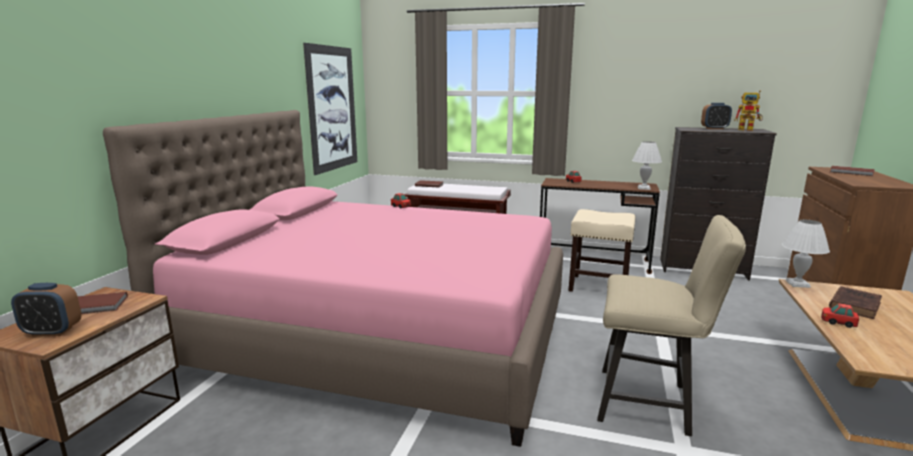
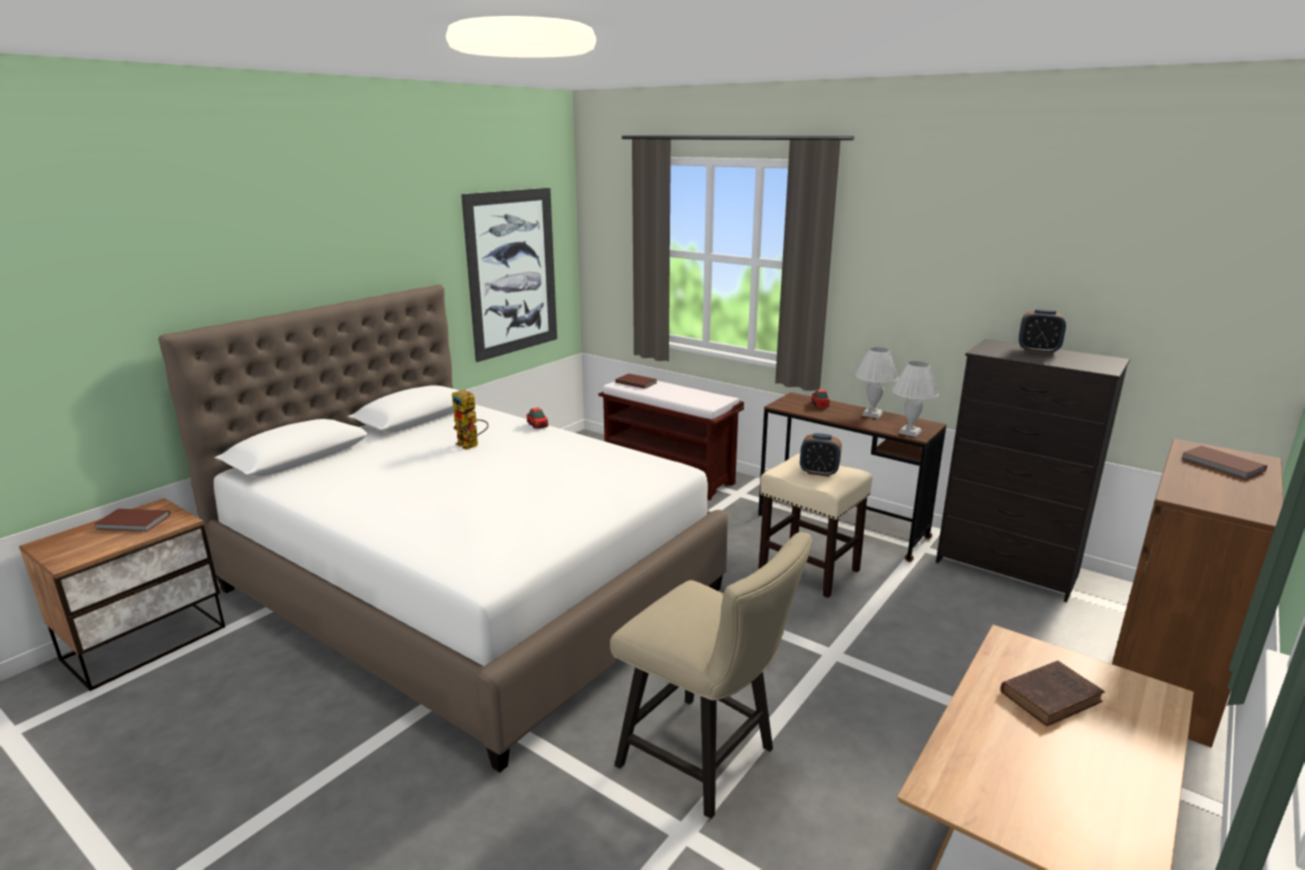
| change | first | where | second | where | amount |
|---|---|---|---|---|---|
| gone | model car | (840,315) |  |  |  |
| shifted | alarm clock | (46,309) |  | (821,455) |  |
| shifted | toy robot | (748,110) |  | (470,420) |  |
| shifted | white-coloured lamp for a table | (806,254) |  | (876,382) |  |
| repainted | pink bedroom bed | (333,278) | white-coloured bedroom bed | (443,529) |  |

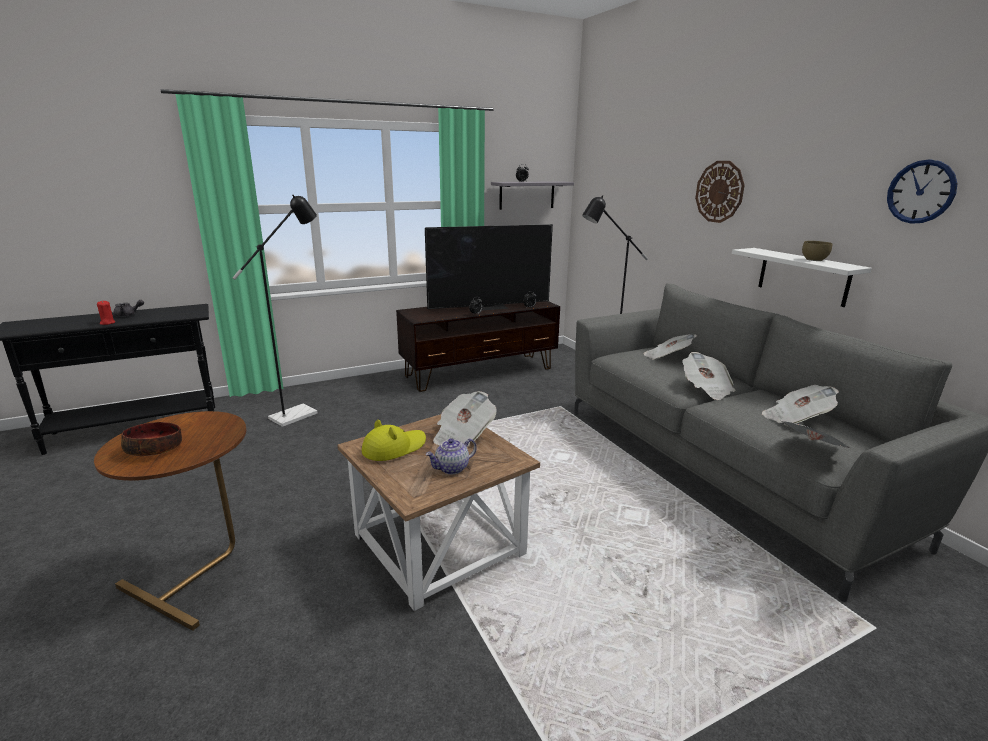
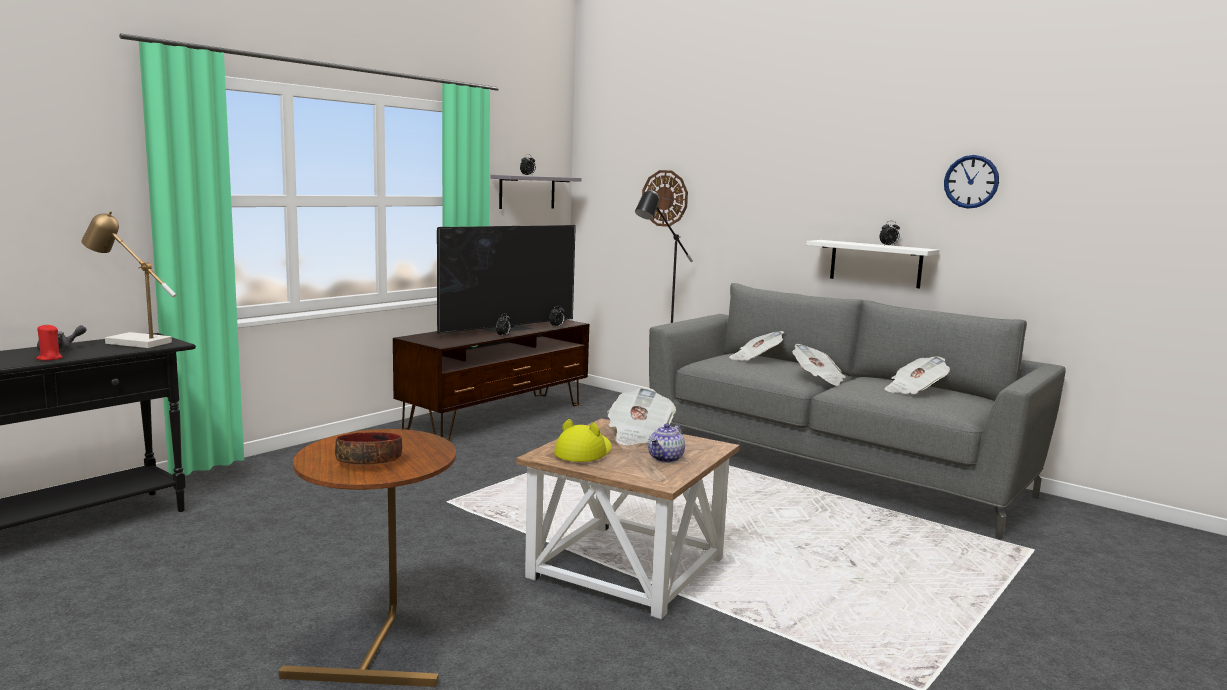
| change | first | where | second | where | amount |
|---|---|---|---|---|---|
| gone | black floor lamp | (275,311) |  |  |  |
| gone | printed paper | (813,433) |  |  |  |
| new |  |  | lamp for a table | (129,279) |  |
| shifted | clock on the wall | (720,192) |  | (665,198) |  |
| swapped | brown-coloured serving bowl | (817,251) | alarm clock | (890,233) |  |

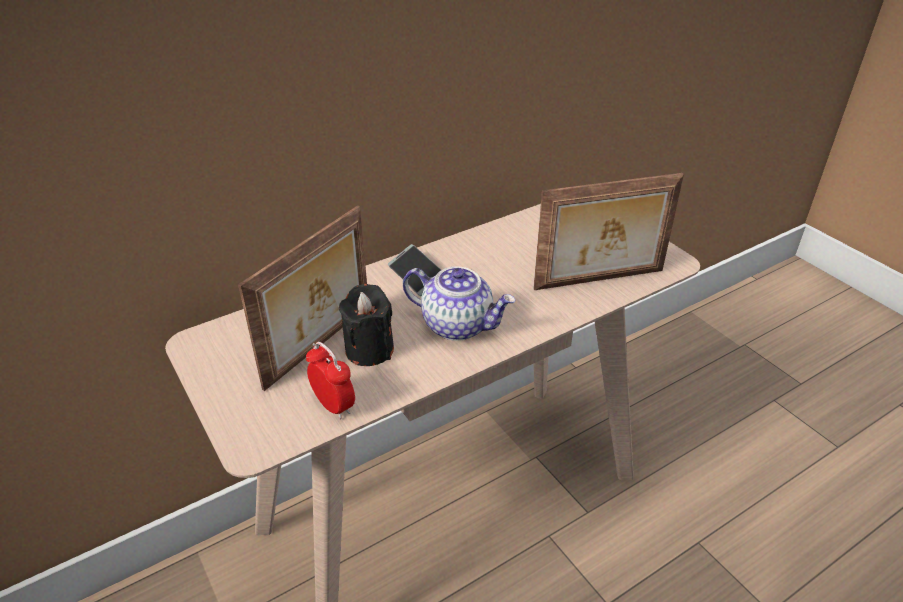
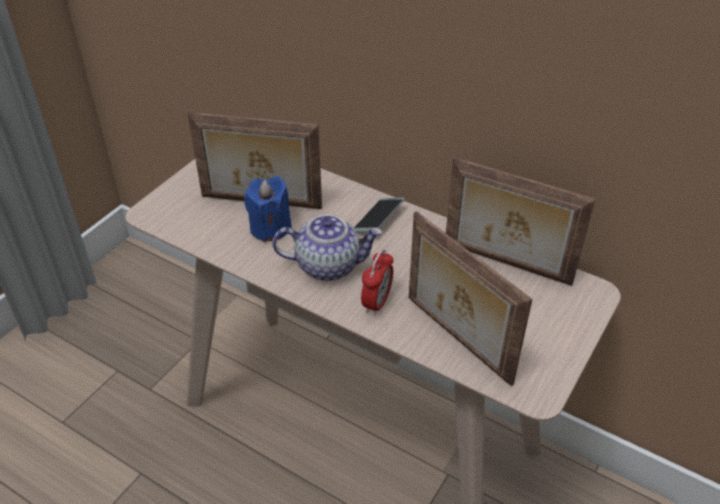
| change | first | where | second | where | amount |
|---|---|---|---|---|---|
| new |  |  | standing frame | (520,221) |  |
| shifted | alarm clock | (330,381) |  | (377,282) |  |
| repainted | black wax light | (366,325) | blue-coloured wax light | (268,209) |  |
| rotated | teapot | (459,303) |  | (327,247) | 90 degrees counterclockwise |

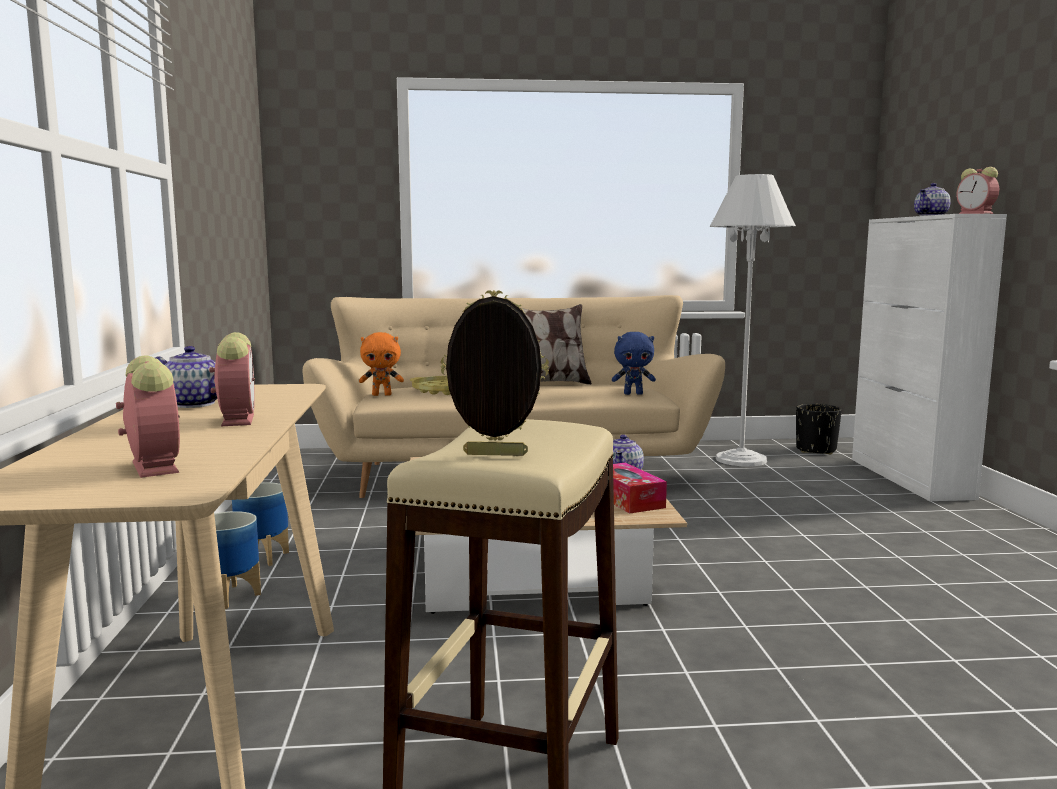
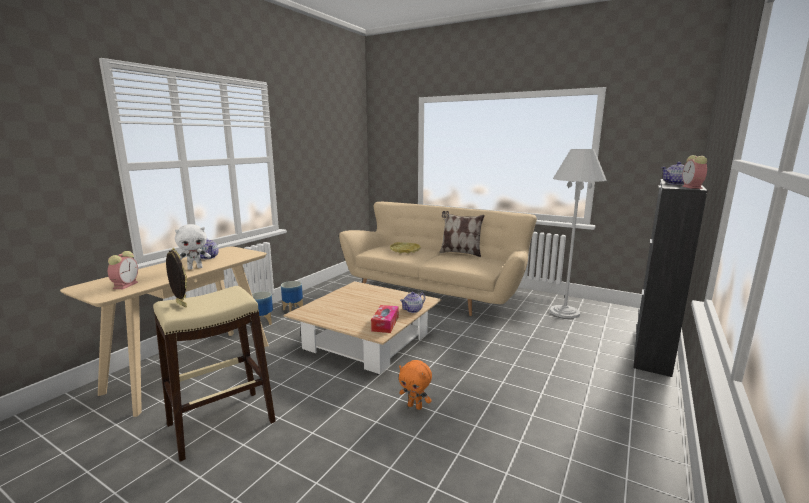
| change | first | where | second | where | amount |
|---|---|---|---|---|---|
| gone | blue-coloured soft toy | (634,363) |  |  |  |
| gone | black plant pot | (819,429) |  |  |  |
| shifted | orange-coloured soft toy | (381,364) |  | (415,385) |  |
| swapped | alarm clock | (232,379) | white-coloured soft toy | (193,247) |  |
| repainted | white-coloured storage cabinet | (929,357) | black storage cabinet | (670,278) |  |

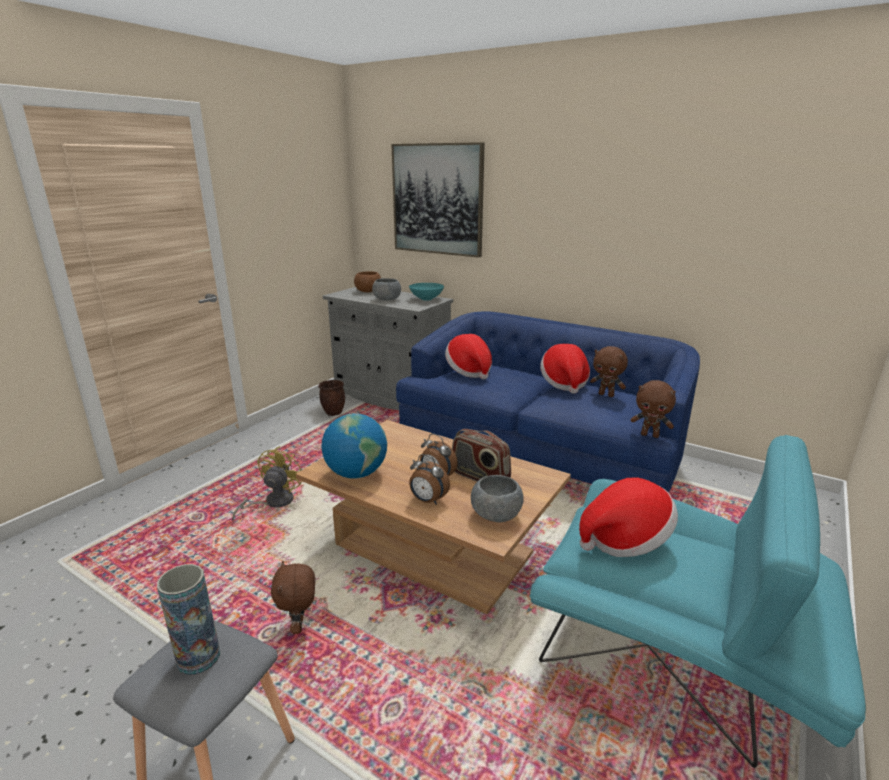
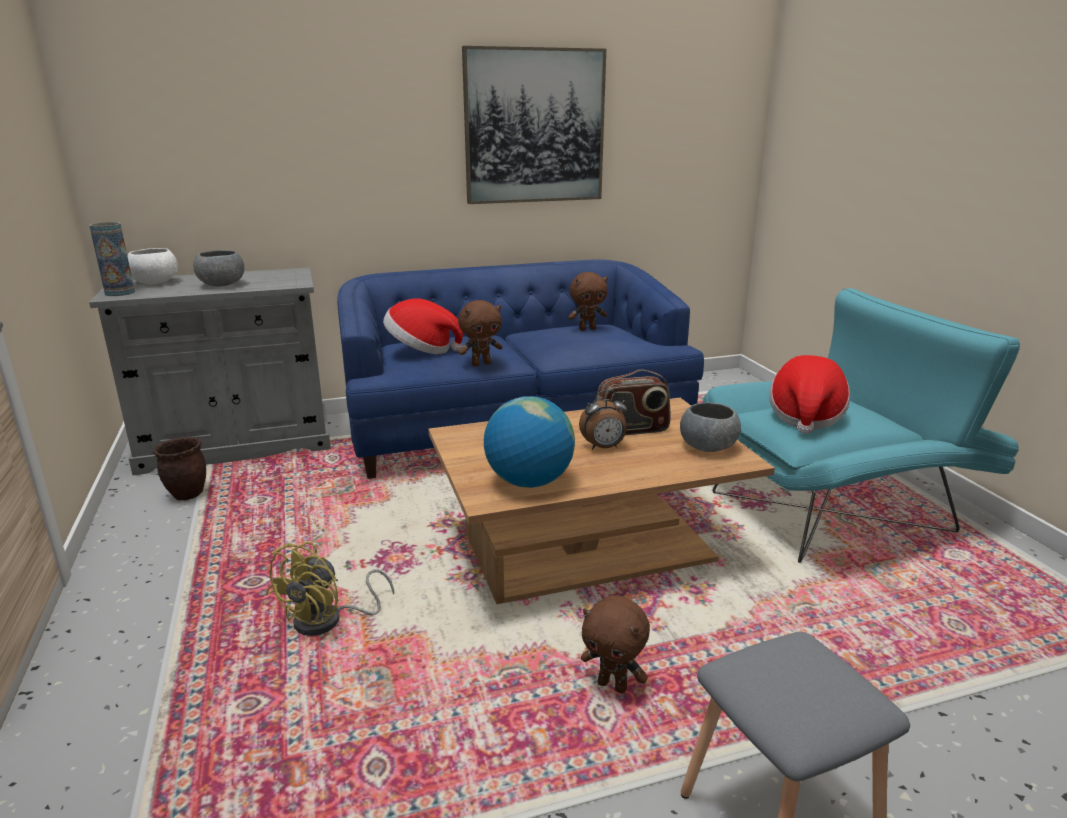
| change | first | where | second | where | amount |
|---|---|---|---|---|---|
| gone | turquoise serving bowl | (426,292) |  |  |  |
| gone | alarm clock | (429,479) |  |  |  |
| gone | wearable hat | (565,369) |  |  |  |
| shifted | vase | (188,619) |  | (112,259) |  |
| shifted | wall picture | (438,200) |  | (534,125) |  |
| shifted | brown-coloured soft toy | (653,409) |  | (480,333) |  |
| repainted | brown-coloured serving bowl | (367,281) | white-coloured serving bowl | (152,266) |  |
| rotated | yellow-coloured fan | (267,483) |  | (330,589) | 120 degrees counterclockwise |

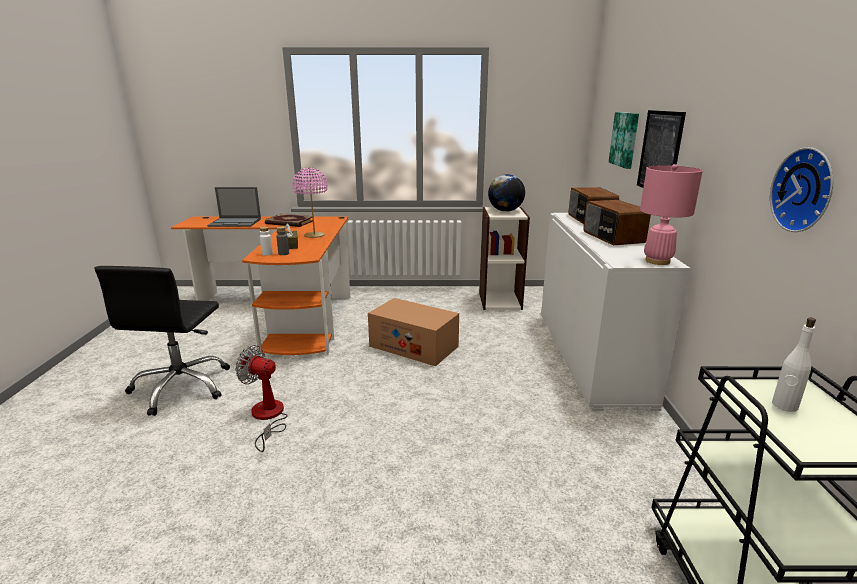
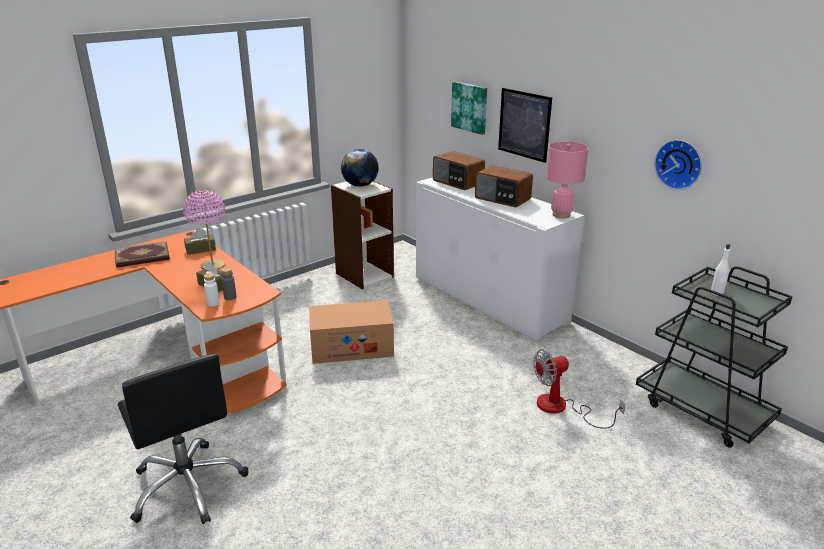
| change | first | where | second | where | amount |
|---|---|---|---|---|---|
| gone | notebook computer | (234,207) |  |  |  |
| new |  |  | brown-coloured box of tissues | (200,241) |  |
| shifted | fan | (261,398) |  | (579,389) |  |

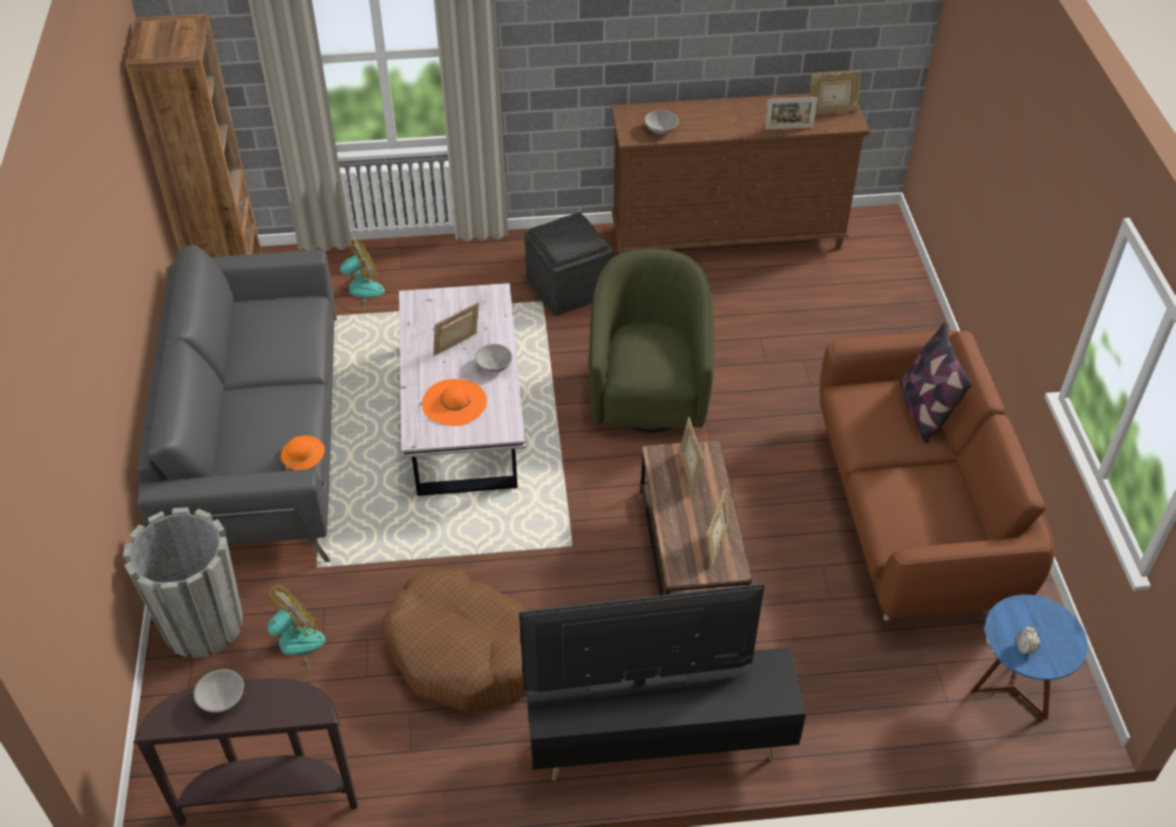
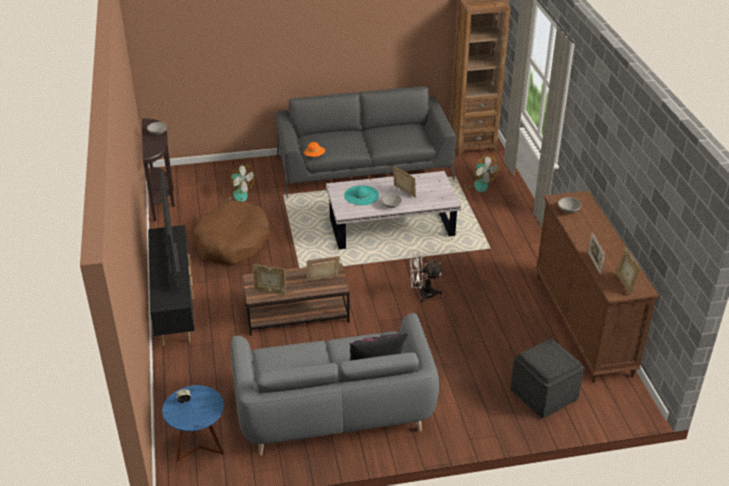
| change | first | where | second | where | amount |
|---|---|---|---|---|---|
| gone | grey plant pot | (183,582) |  |  |  |
| shifted | grey footrest | (569,264) |  | (547,378) |  |
| swapped | green lounge chair | (651,341) | white-coloured fan | (426,277) |  |
| repainted | orange-coloured wearable hat | (454,402) | turquoise wearable hat | (361,195) |  |
| repainted | brown-coloured settee | (937,475) | grey settee | (335,384) |  |

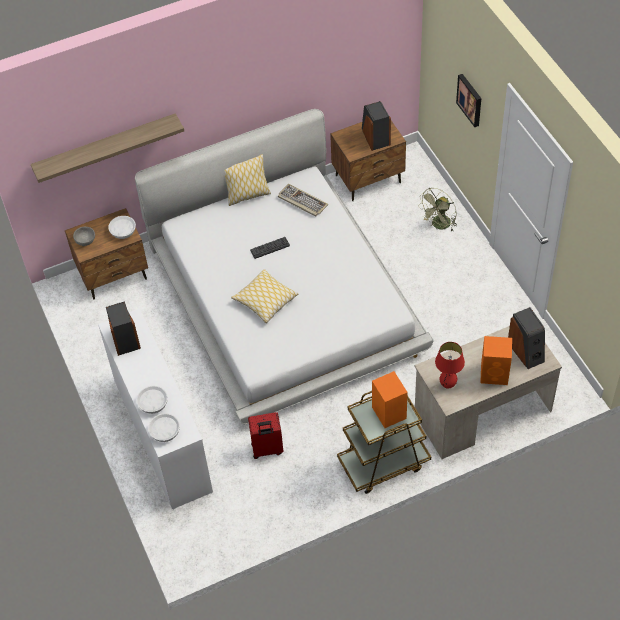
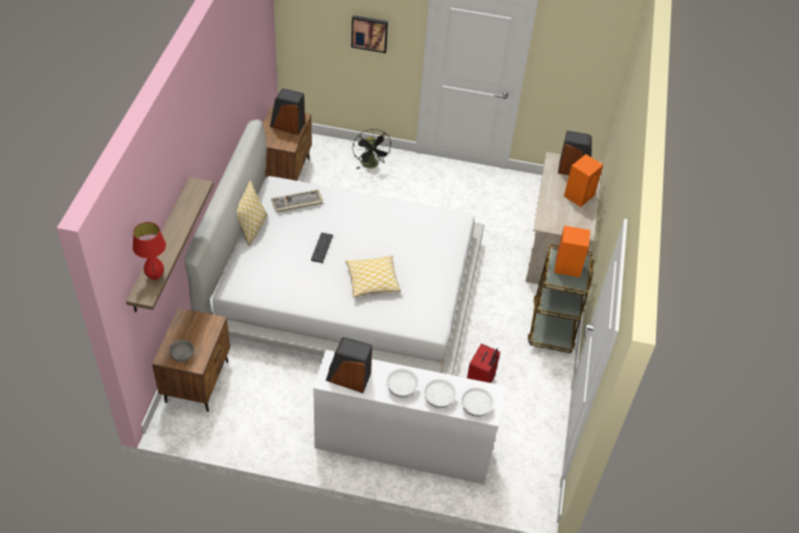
| change | first | where | second | where | amount |
|---|---|---|---|---|---|
| shifted | white-coloured serving bowl | (122,227) |  | (402,382) |  |
| shifted | red lamp for a table | (450,365) |  | (149,251) |  |
| repainted | green fan | (437,209) | black fan | (371,149) |  |

